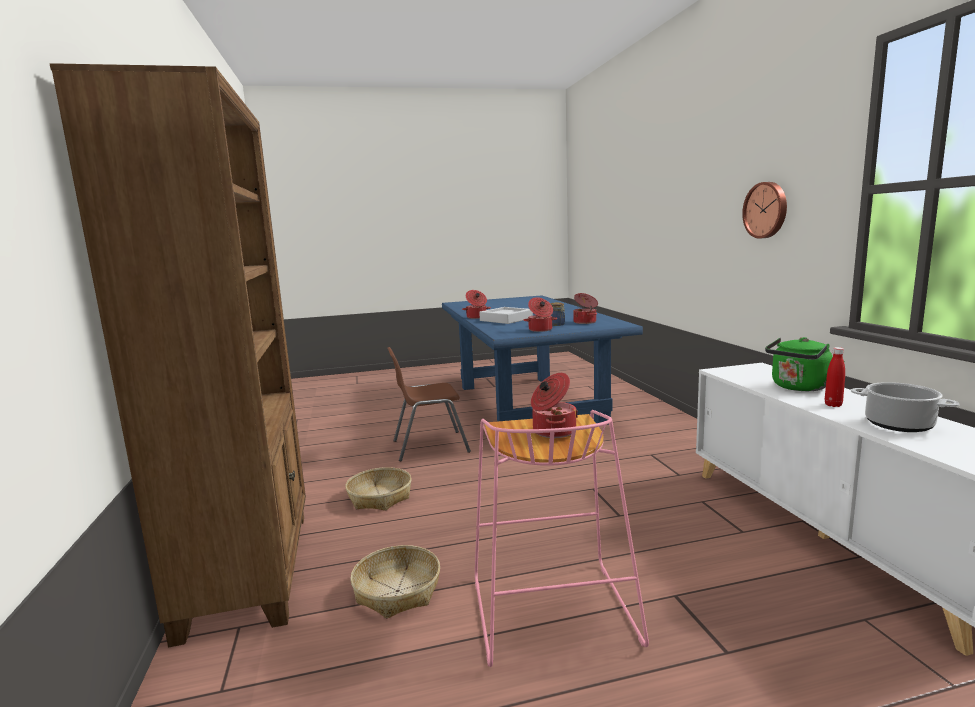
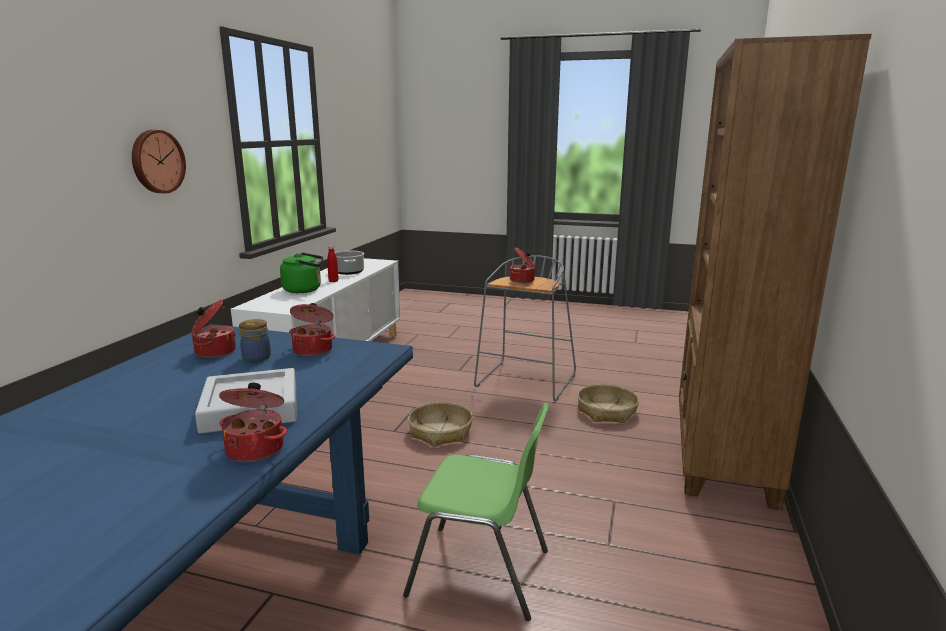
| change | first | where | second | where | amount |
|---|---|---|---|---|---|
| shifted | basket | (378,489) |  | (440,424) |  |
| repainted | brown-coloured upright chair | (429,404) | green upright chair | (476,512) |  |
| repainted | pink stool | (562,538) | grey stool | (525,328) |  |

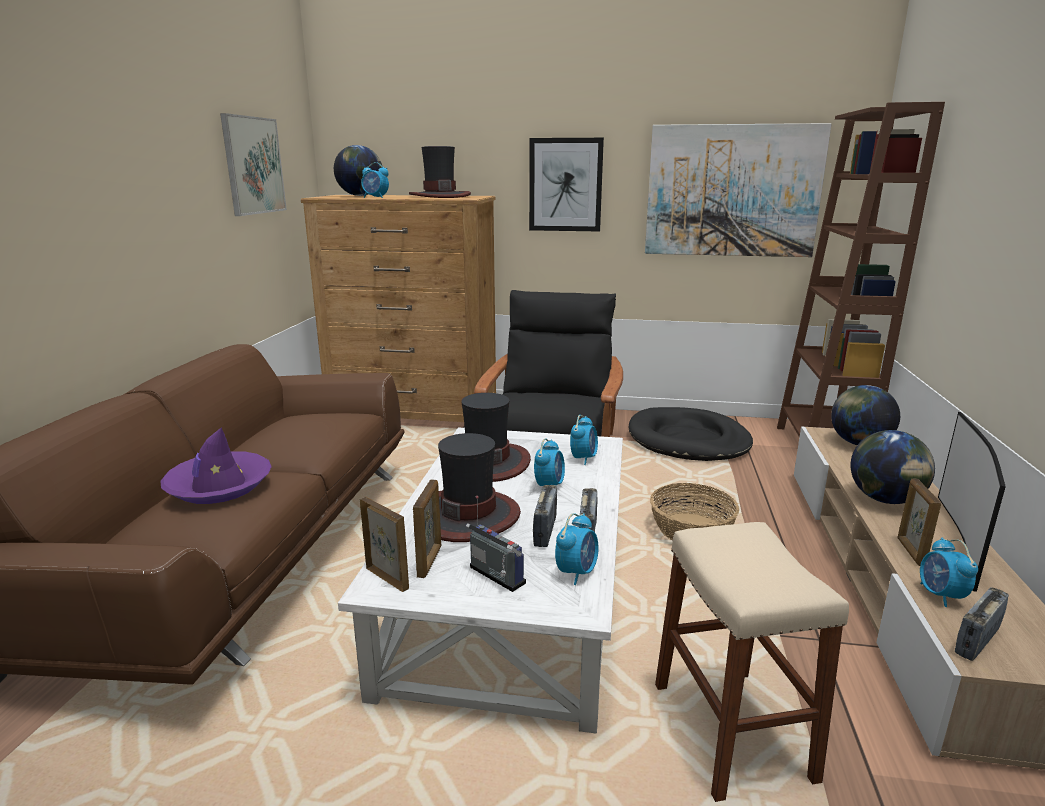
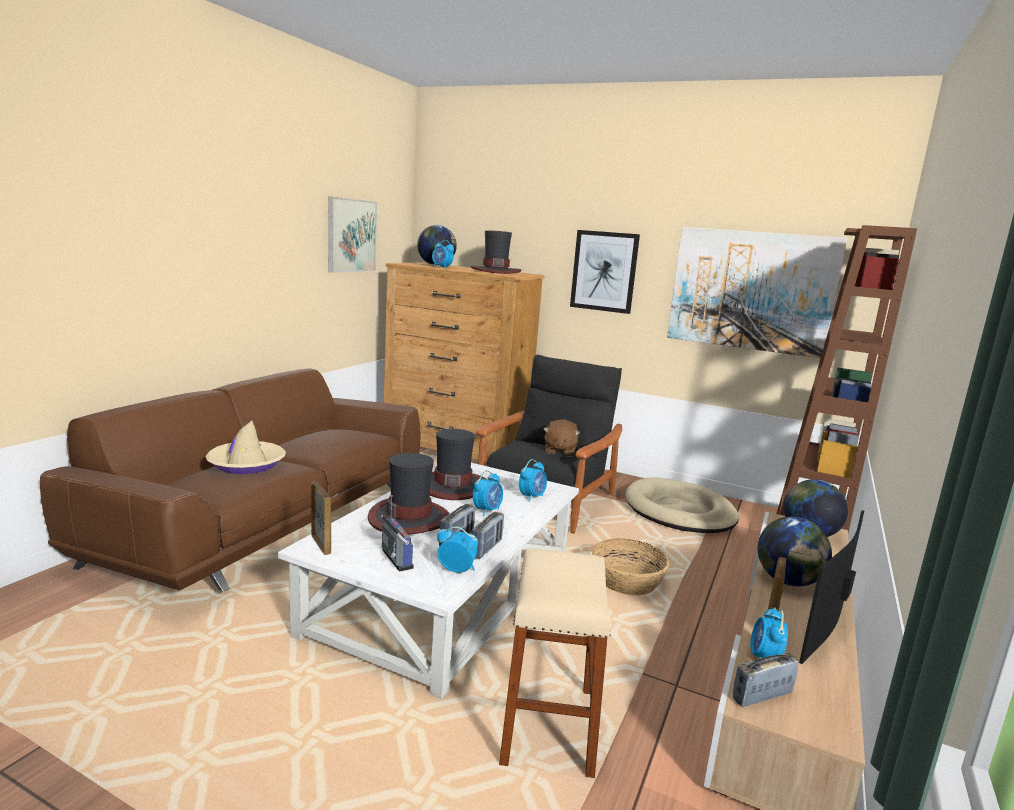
| change | first | where | second | where | amount |
|---|---|---|---|---|---|
| gone | standing frame | (427,529) |  |  |  |
| new |  |  | brown-coloured soft toy | (562,438) |  |
| repainted | purple-coloured wearable hat | (216,465) | beige wearable hat | (245,447) |  |
| repainted | black pet bed | (691,434) | beige pet bed | (682,505) |  |
| rotated | alarm clock | (577,549) |  | (457,549) | 120 degrees counterclockwise |

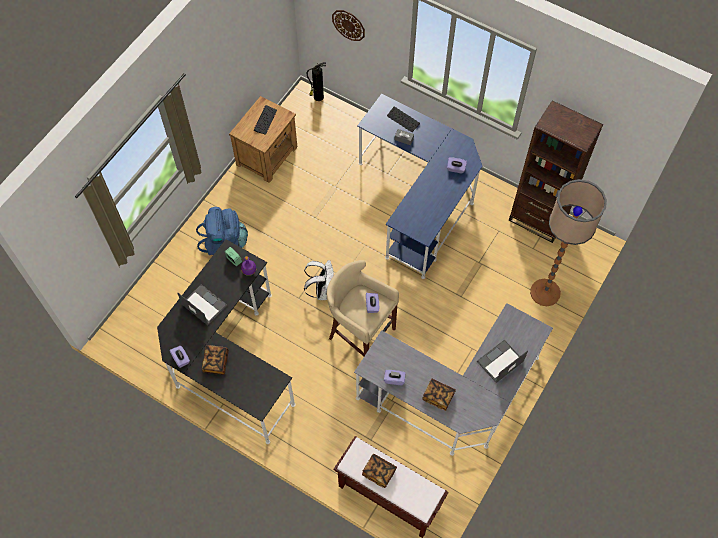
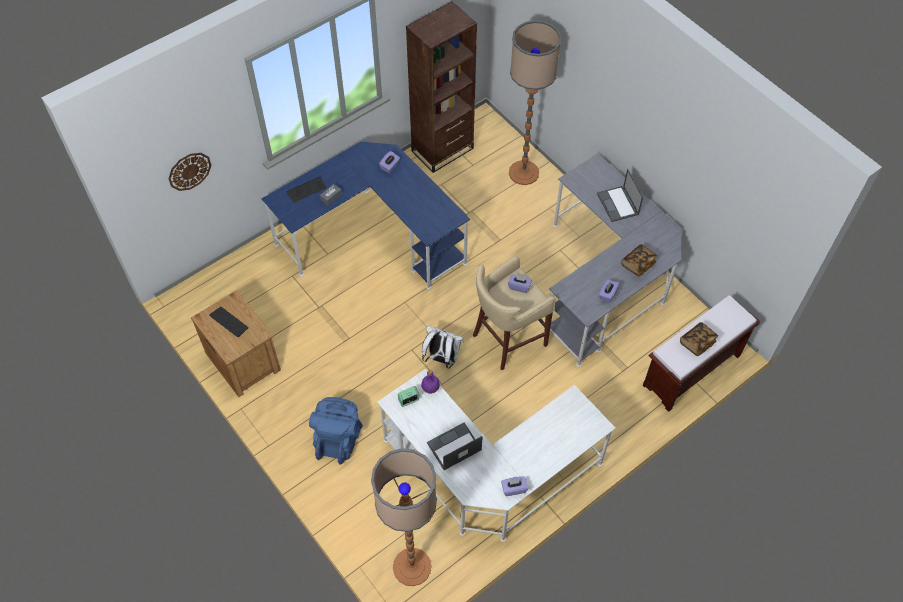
| change | first | where | second | where | amount |
|---|---|---|---|---|---|
| gone | book | (215,360) |  |  |  |
| gone | extinguisher | (316,81) |  |  |  |
| new |  |  | floor lamp | (404,517) |  |
| repainted | black desk table | (226,341) | white-coloured desk table | (496,455) |  |

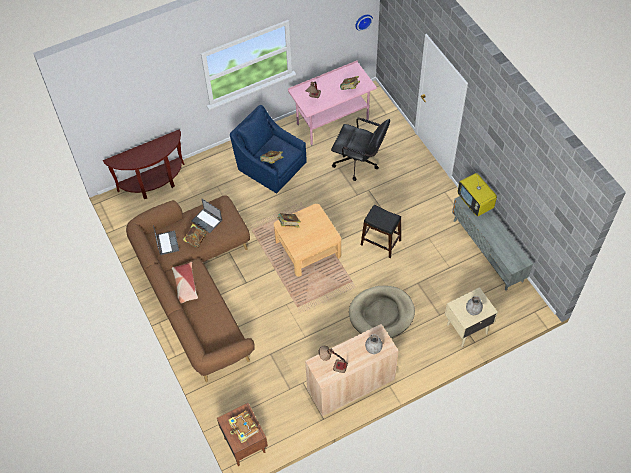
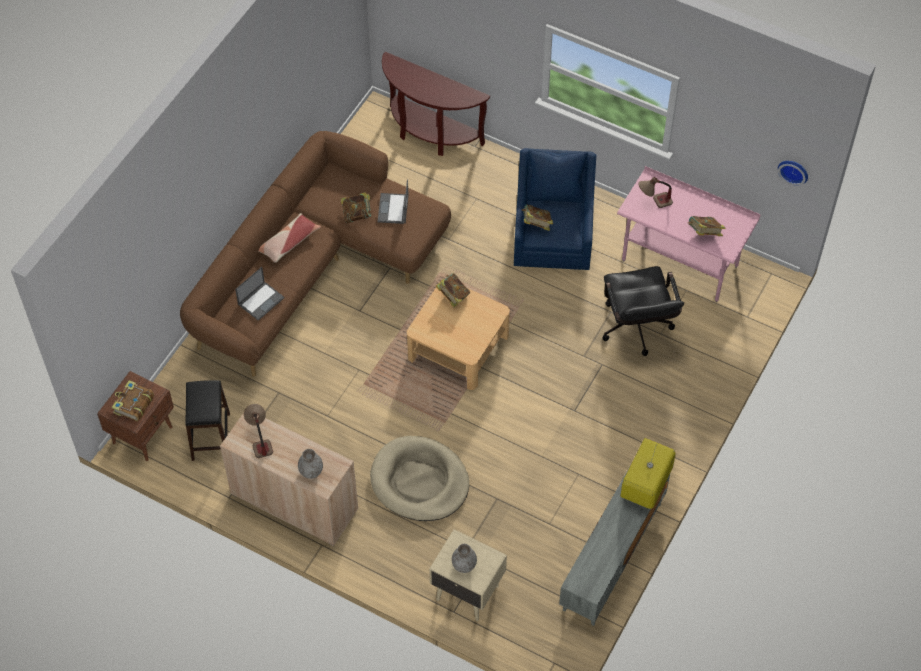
| change | first | where | second | where | amount |
|---|---|---|---|---|---|
| shifted | notebook computer | (166,240) |  | (259,294) |  |
| shifted | black stool | (381,231) |  | (207,420) |  |

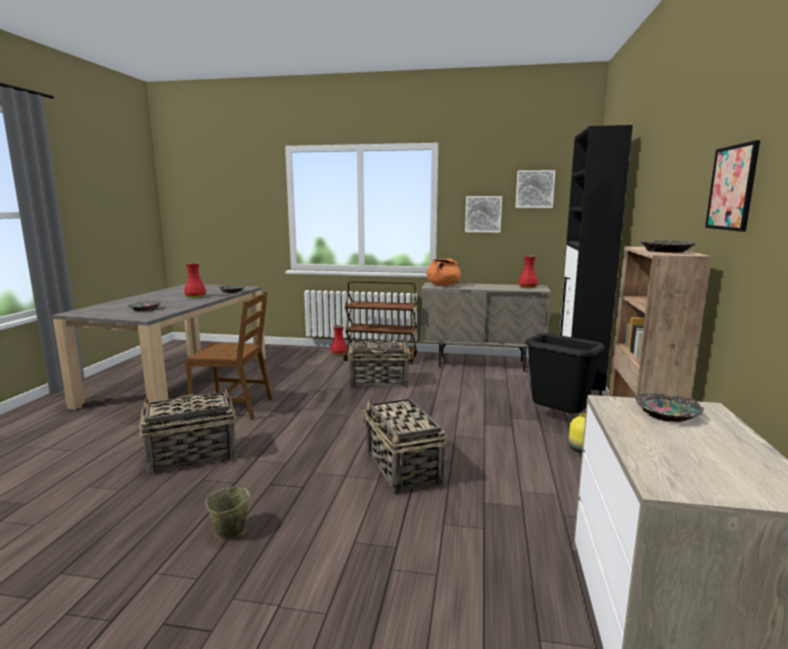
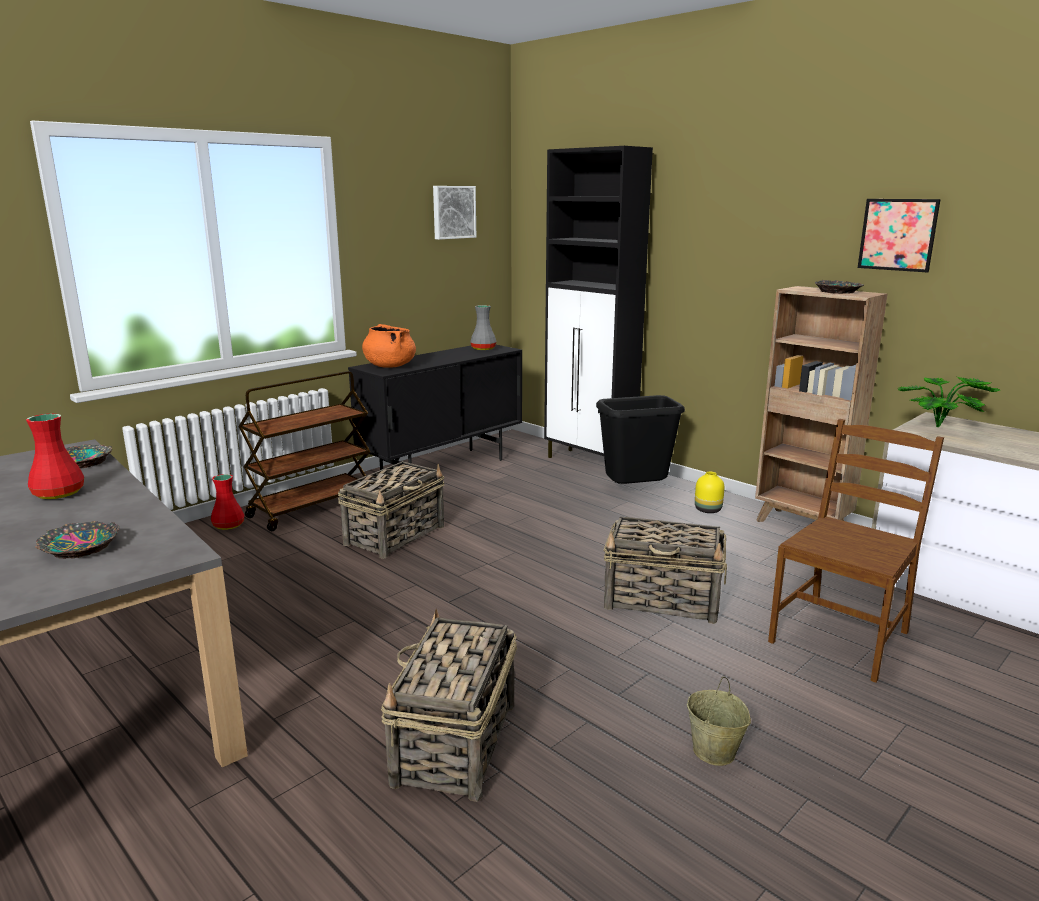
| change | first | where | second | where | amount |
|---|---|---|---|---|---|
| gone | wall picture | (483,214) |  |  |  |
| shifted | brown-coloured upright chair | (228,356) |  | (856,551) |  |
| swapped | serving bowl | (669,407) | plant in a pot | (949,402) |  |
| repainted | beige storage cabinet | (486,327) | black storage cabinet | (435,407) |  |
| repainted | red vase | (528,272) | grey vase | (483,327) |  |

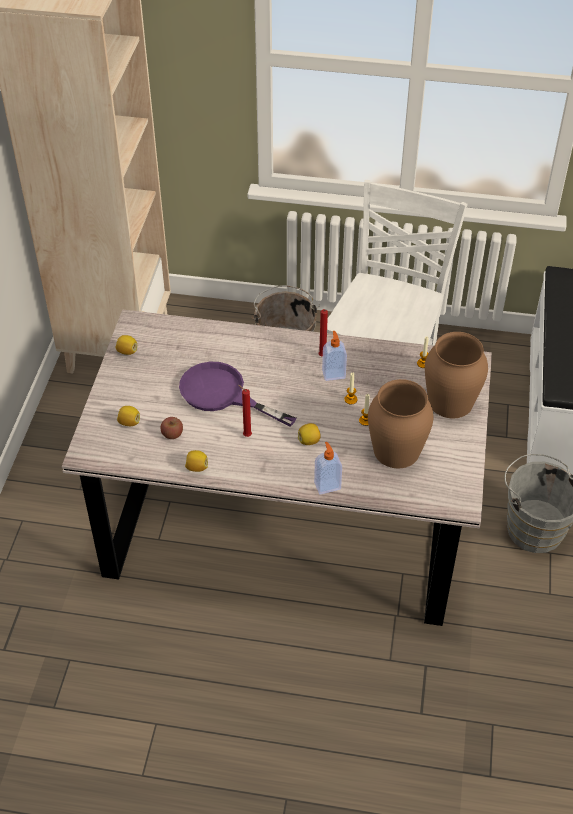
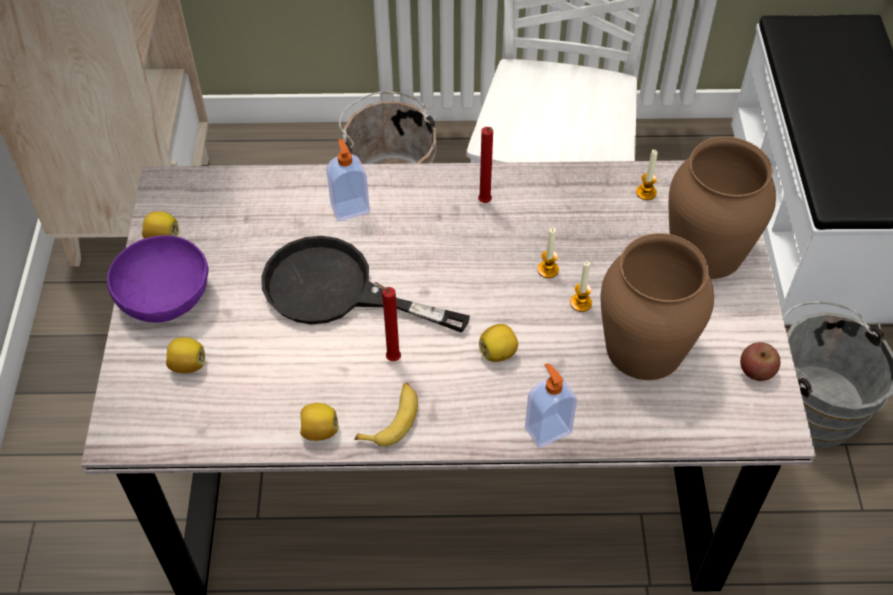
| change | first | where | second | where | amount |
|---|---|---|---|---|---|
| new |  |  | purple-coloured serving bowl | (158,279) |  |
| new |  |  | banana fruit | (386,415) |  |
| shifted | whole apple | (171,428) |  | (760,361) |  |
| shifted | liquid soap bottle | (334,356) |  | (348,180) |  |
| repainted | purple-coloured skillet | (238,394) | black skillet | (365,284) |  |

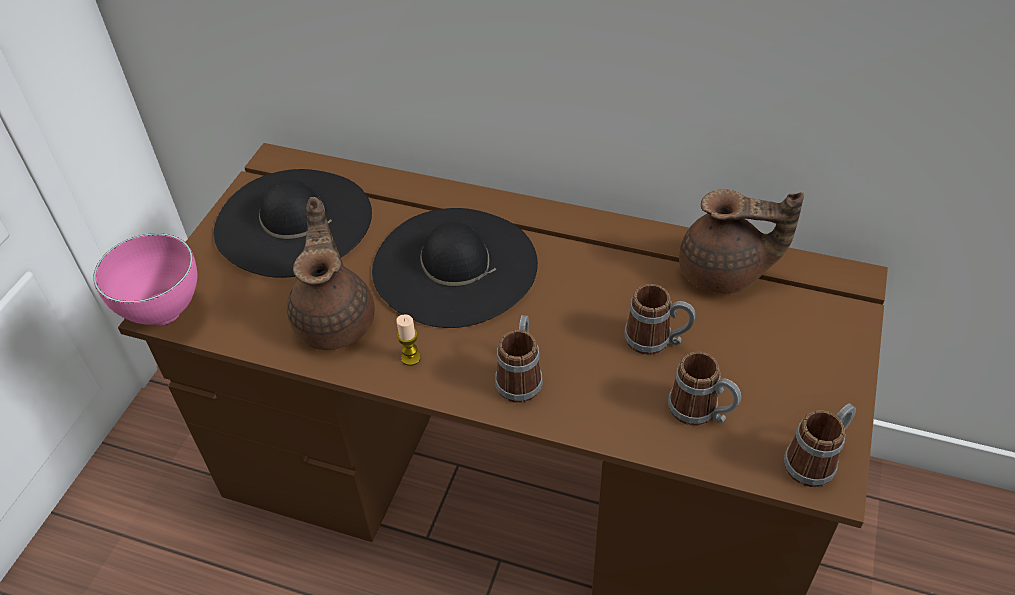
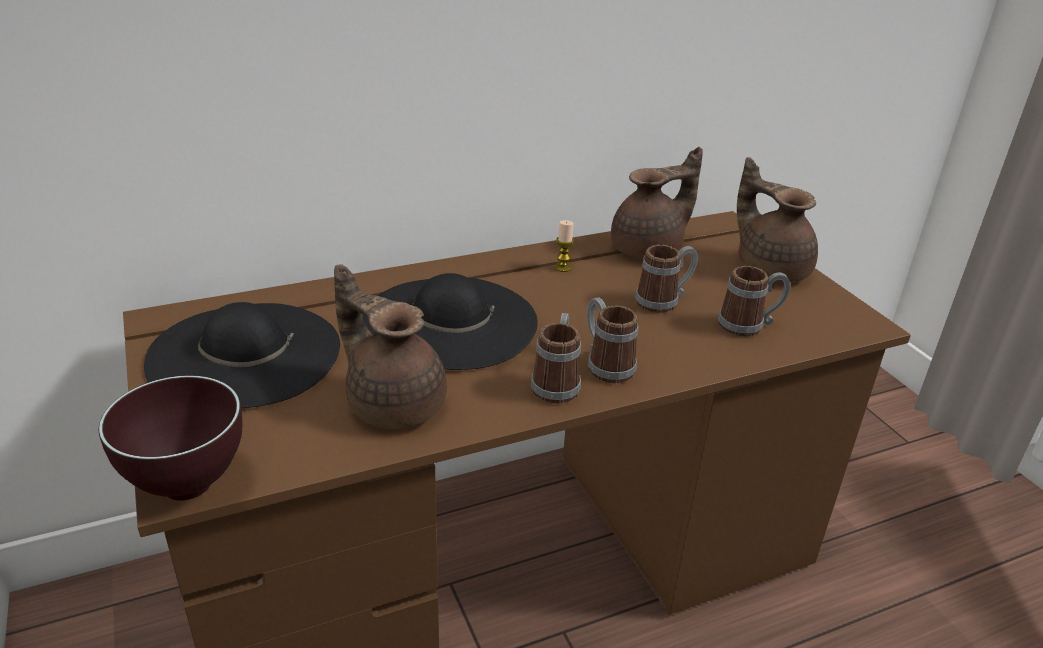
| change | first | where | second | where | amount |
|---|---|---|---|---|---|
| new |  |  | brown-coloured teapot | (777,219) |  |
| shifted | wax light | (408,340) |  | (564,246) |  |
| shifted | mug | (820,445) |  | (556,358) |  |
| repainted | pink serving bowl | (145,279) | brown-coloured serving bowl | (171,438) |  |

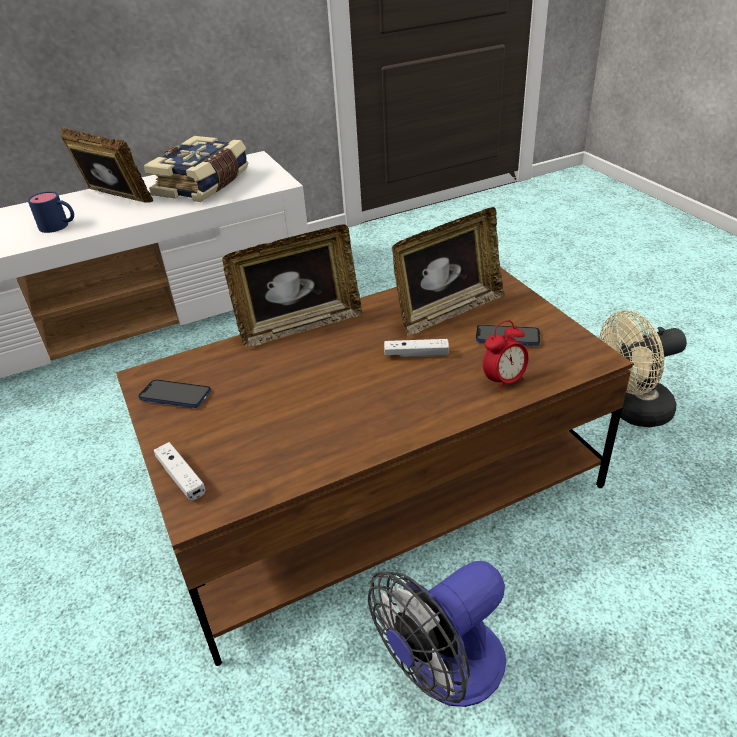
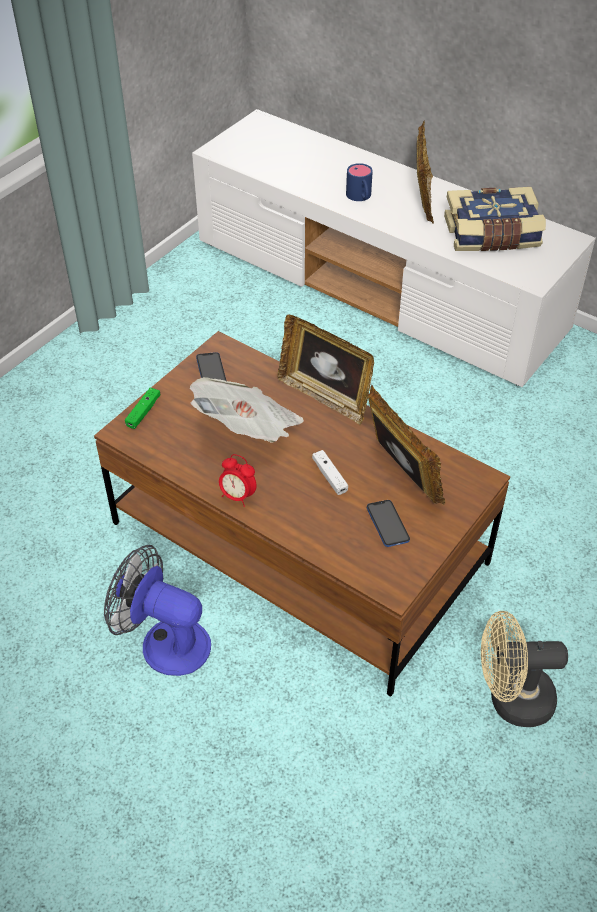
| change | first | where | second | where | amount |
|---|---|---|---|---|---|
| new |  |  | printed paper | (246,409) |  |
| shifted | alarm clock | (506,356) |  | (238,480) |  |
| repainted | white-coloured joypad | (179,471) | green joypad | (143,408) |  |
| rotated | standing frame | (448,271) |  | (406,445) | 150 degrees counterclockwise |
| rotated | beige fan | (643,369) |  | (524,669) | 45 degrees counterclockwise |

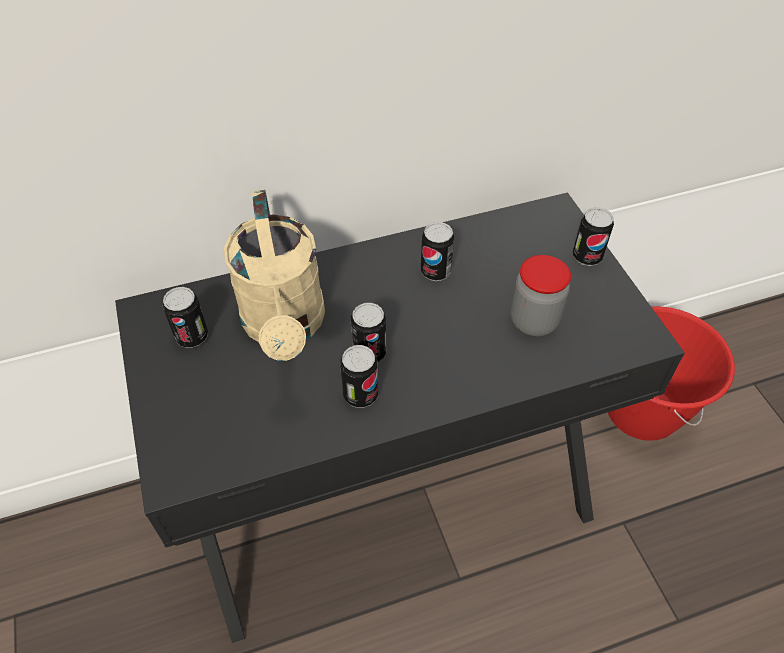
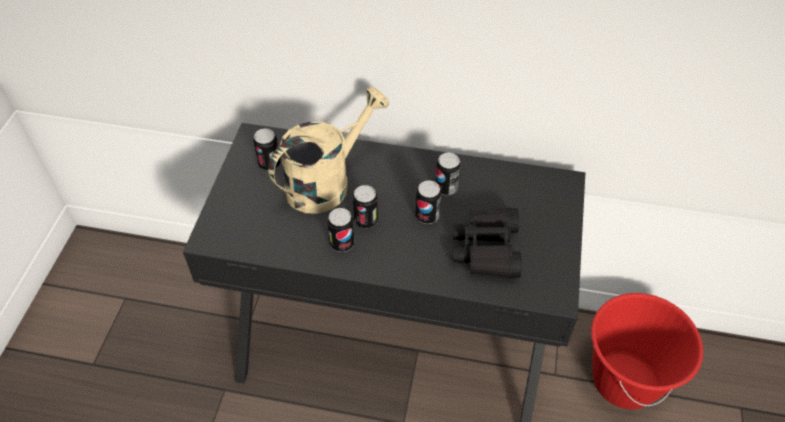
| change | first | where | second | where | amount |
|---|---|---|---|---|---|
| shifted | can | (593,236) |  | (428,202) |  |
| swapped | storage jar | (541,295) | black binoculars | (487,243) |  |
| rotated | beige watering pot | (274,275) |  | (328,150) | 150 degrees counterclockwise |

